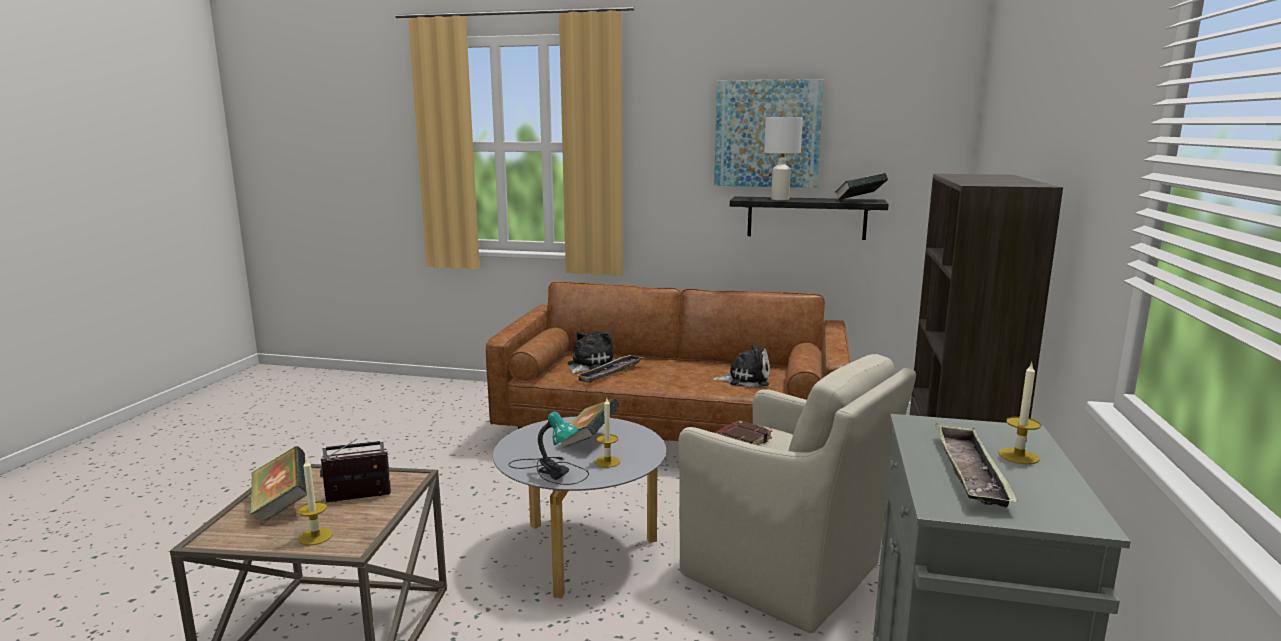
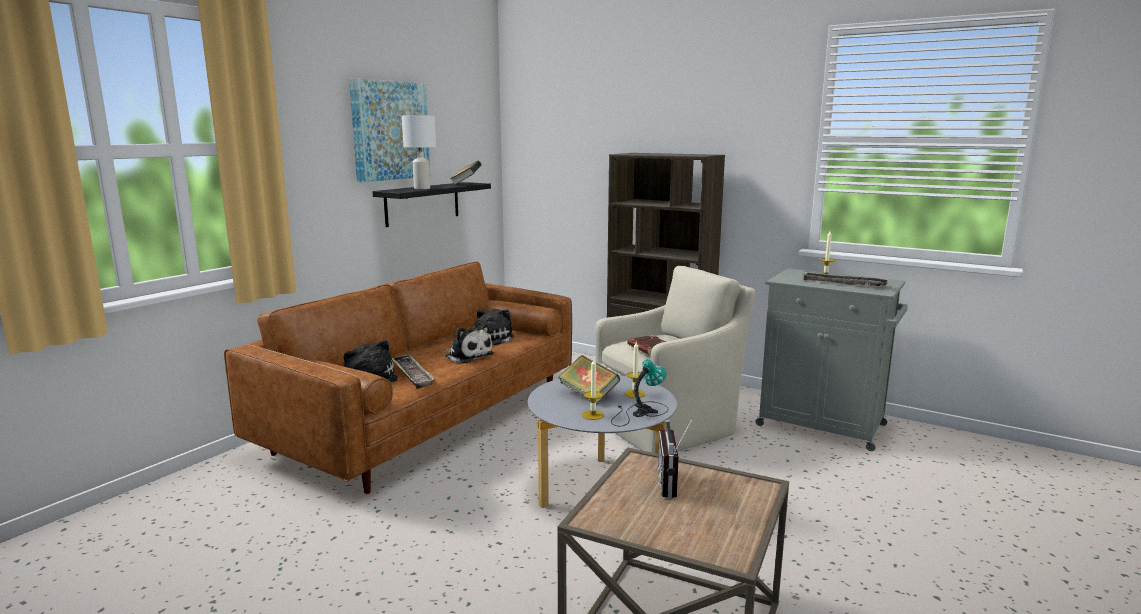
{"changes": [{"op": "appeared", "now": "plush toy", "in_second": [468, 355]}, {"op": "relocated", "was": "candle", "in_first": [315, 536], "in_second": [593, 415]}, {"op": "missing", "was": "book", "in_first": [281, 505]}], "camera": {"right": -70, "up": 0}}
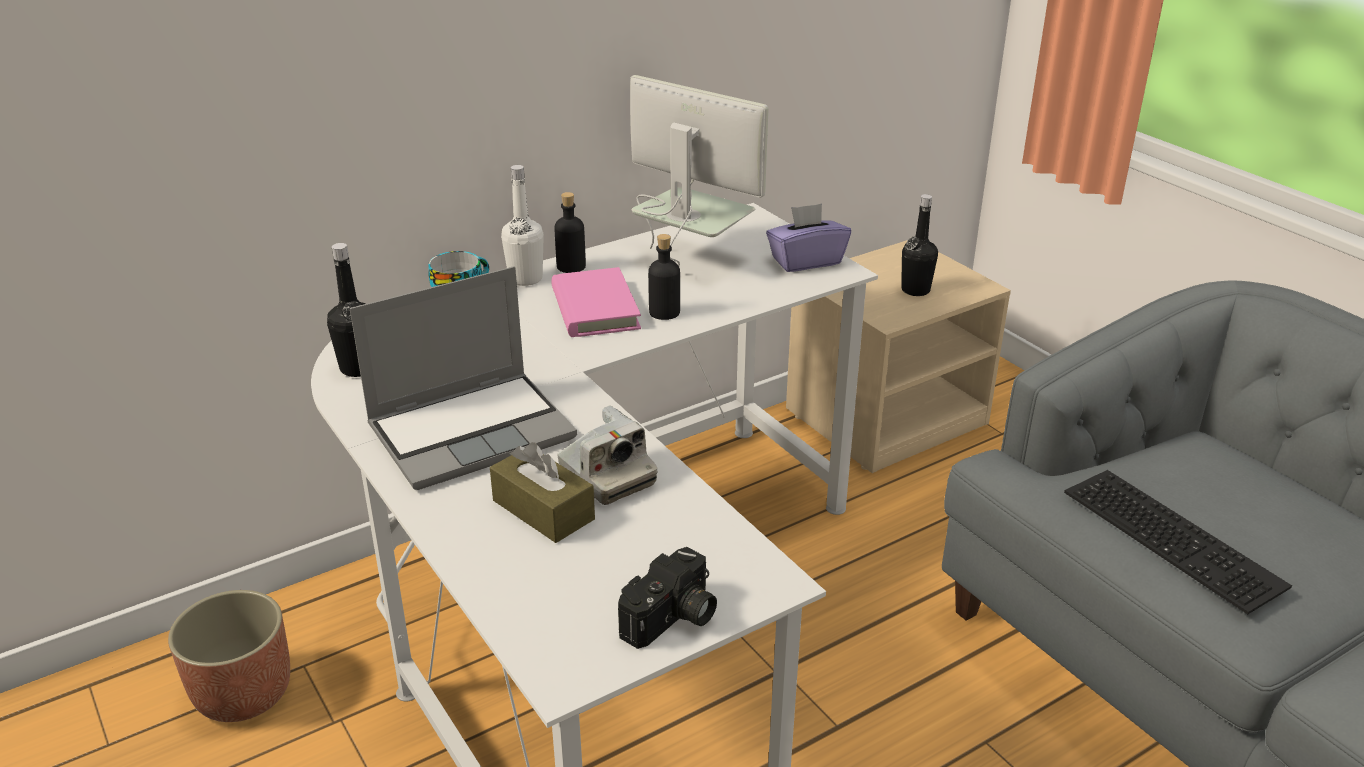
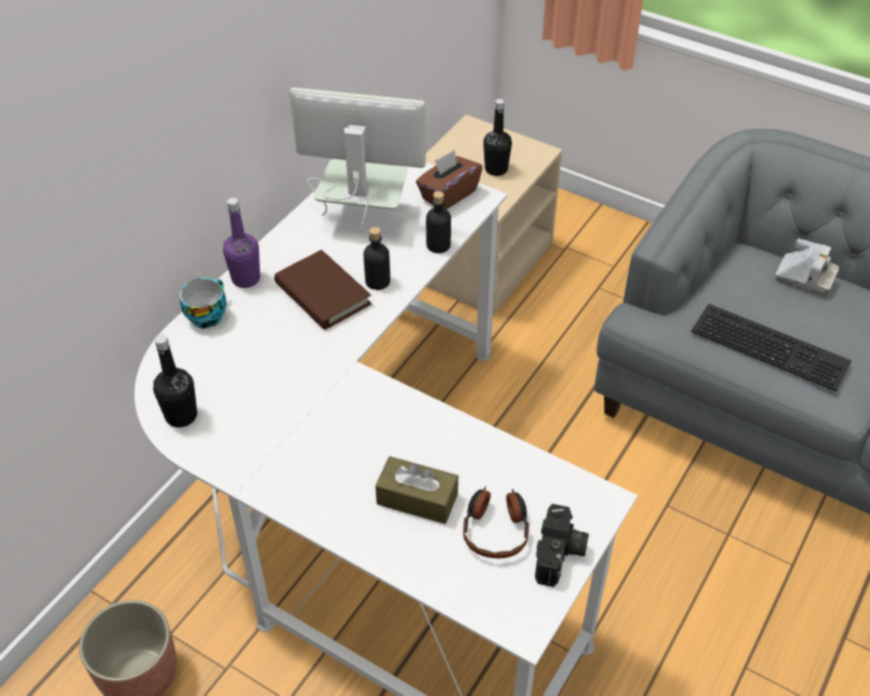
{"changes": [{"op": "colour", "was": "bottle/white", "now": "bottle/purple", "in_first": [525, 279], "in_second": [246, 279]}, {"op": "colour", "was": "book/pink", "now": "book/brown", "in_first": [595, 308], "in_second": [322, 294]}, {"op": "colour", "was": "tissue box/purple", "now": "tissue box/brown", "in_first": [806, 261], "in_second": [448, 195]}, {"op": "relocated", "was": "bottle/black", "in_first": [571, 266], "in_second": [438, 245]}, {"op": "appeared", "now": "headphones", "in_second": [496, 528]}, {"op": "relocated", "was": "photo camera", "in_first": [606, 475], "in_second": [804, 278]}, {"op": "missing", "was": "laptop", "in_first": [473, 431]}], "camera": {"right": -25, "up": 15}}
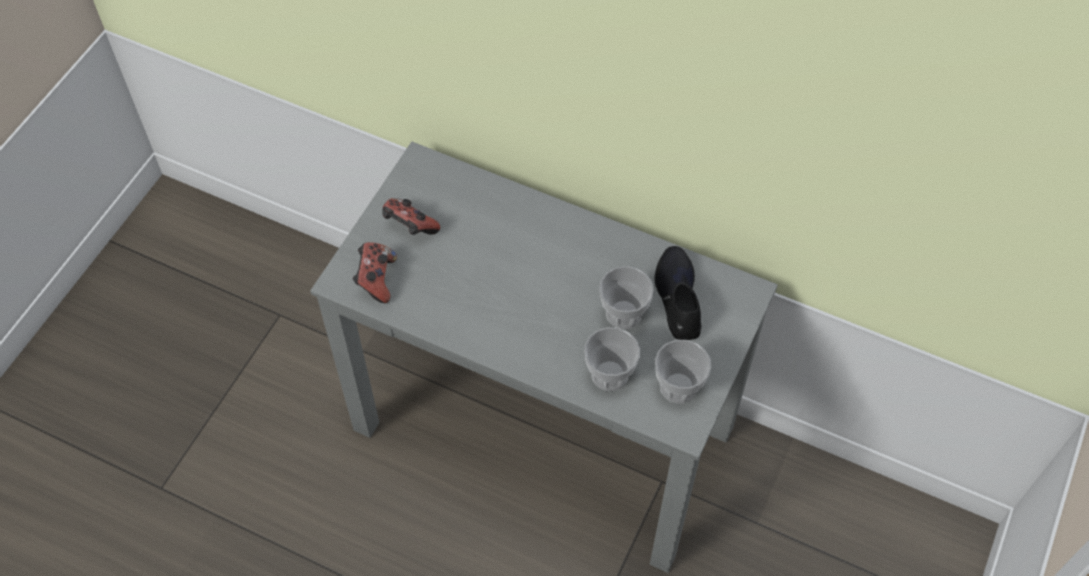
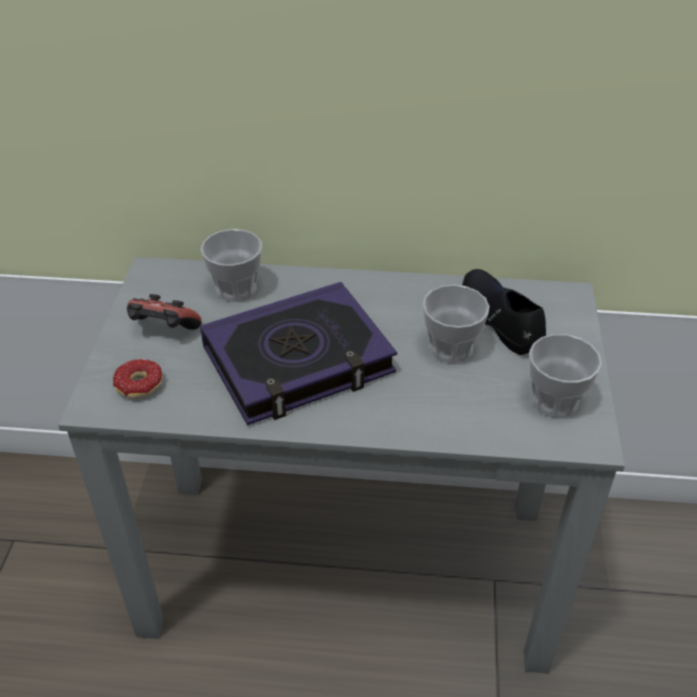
{"changes": [{"op": "exchanged", "was": "game controller", "now": "donut", "in_first": [376, 280], "in_second": [142, 391]}, {"op": "relocated", "was": "cup", "in_first": [609, 374], "in_second": [236, 289]}, {"op": "appeared", "now": "book", "in_second": [298, 361]}], "camera": {"right": -20, "up": -15}}
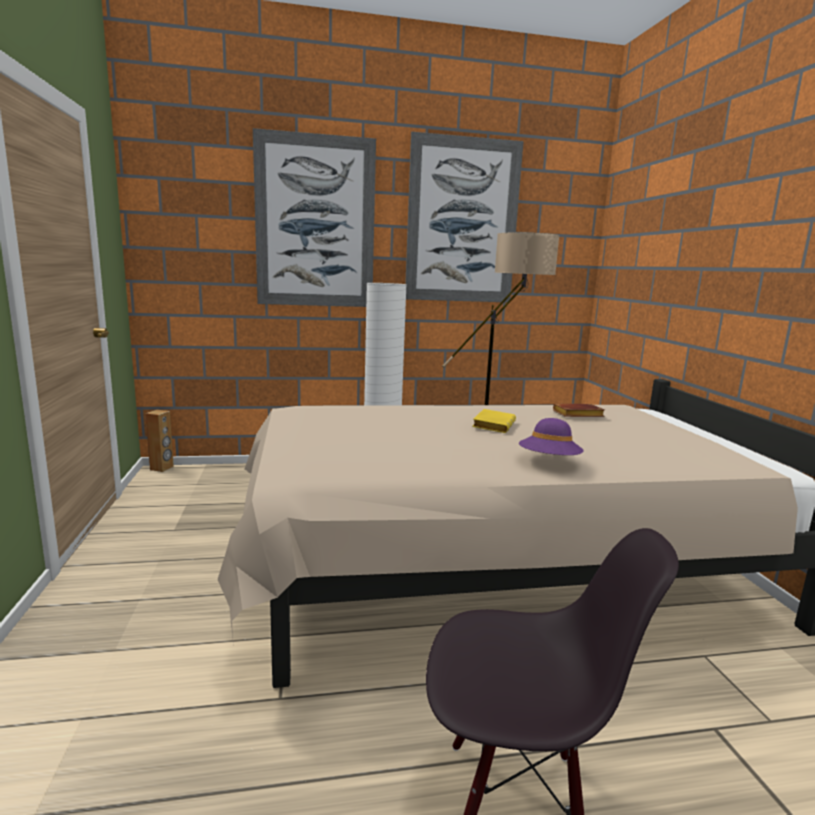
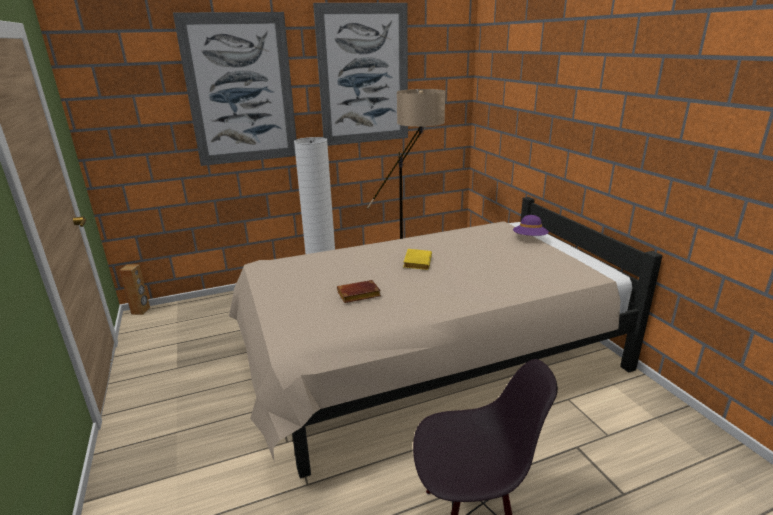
{"changes": [{"op": "relocated", "was": "book/brown", "in_first": [577, 415], "in_second": [358, 296]}, {"op": "relocated", "was": "hat/purple", "in_first": [549, 462], "in_second": [529, 238]}], "camera": {"right": -10, "up": 10}}
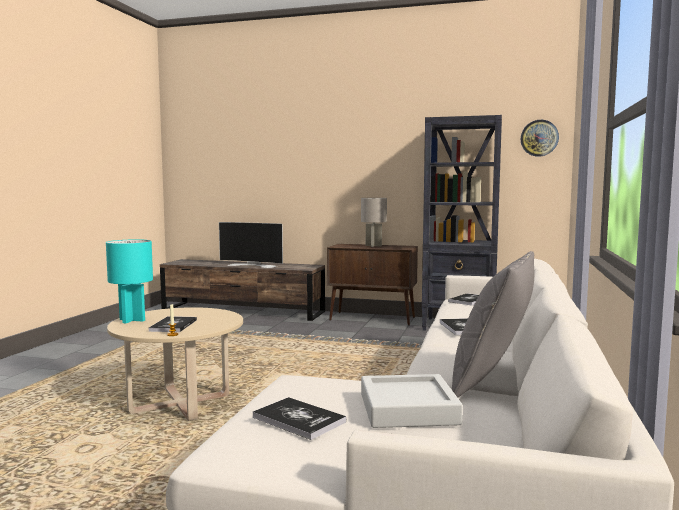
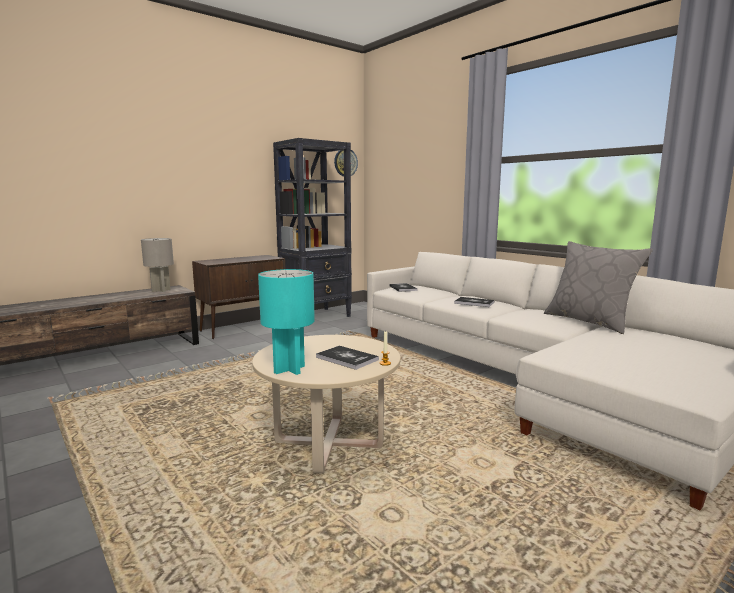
{"changes": [{"op": "relocated", "was": "table lamp/grey", "in_first": [373, 246], "in_second": [161, 290]}, {"op": "missing", "was": "television", "in_first": [253, 265]}, {"op": "missing", "was": "book", "in_first": [299, 419]}, {"op": "missing", "was": "tray/grey", "in_first": [408, 409]}], "camera": {"right": -55, "up": 5}}
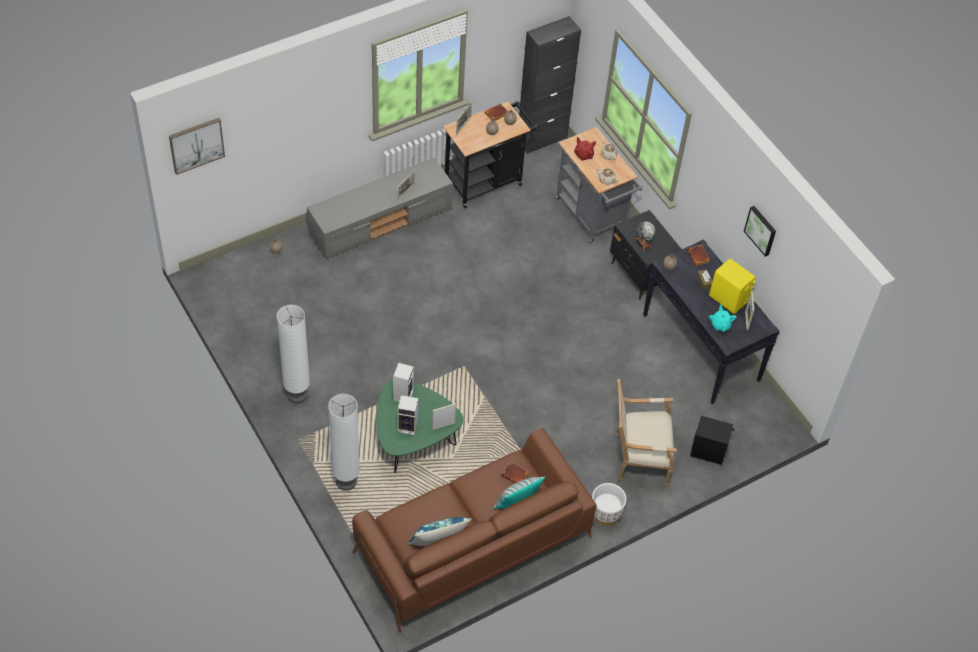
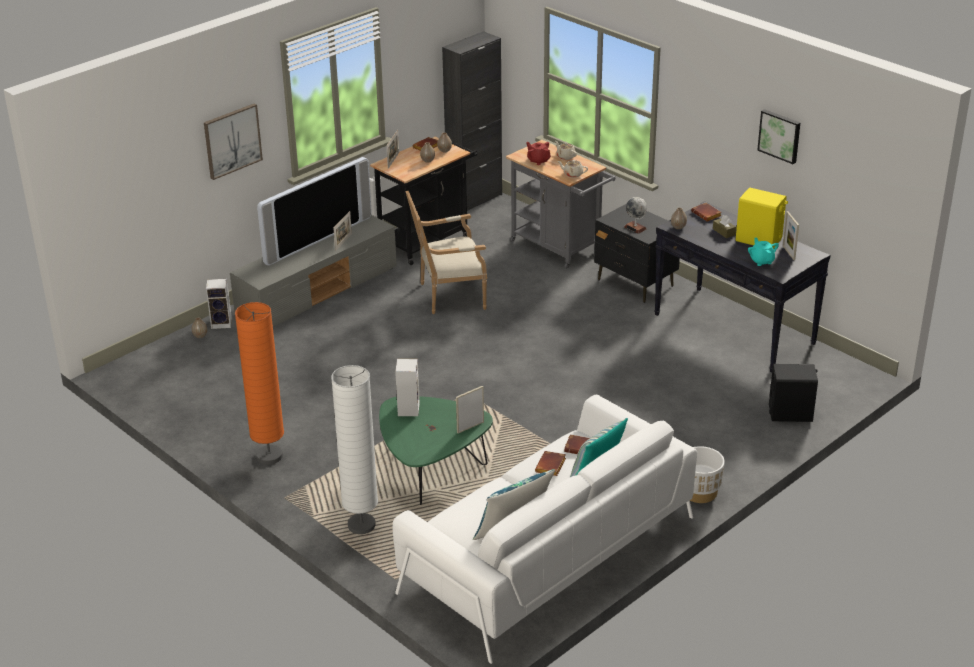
{"changes": [{"op": "relocated", "was": "picture", "in_first": [196, 145], "in_second": [232, 140]}, {"op": "relocated", "was": "speaker", "in_first": [408, 426], "in_second": [222, 323]}, {"op": "colour", "was": "floor lamp/white", "now": "floor lamp/orange", "in_first": [297, 395], "in_second": [269, 456]}, {"op": "appeared", "now": "television", "in_second": [316, 239]}, {"op": "colour", "was": "sofa/brown", "now": "sofa/white", "in_first": [472, 544], "in_second": [548, 554]}, {"op": "relocated", "was": "armchair", "in_first": [637, 458], "in_second": [448, 296]}, {"op": "appeared", "now": "book/brown", "in_second": [551, 467]}], "camera": {"right": -10, "up": -20}}
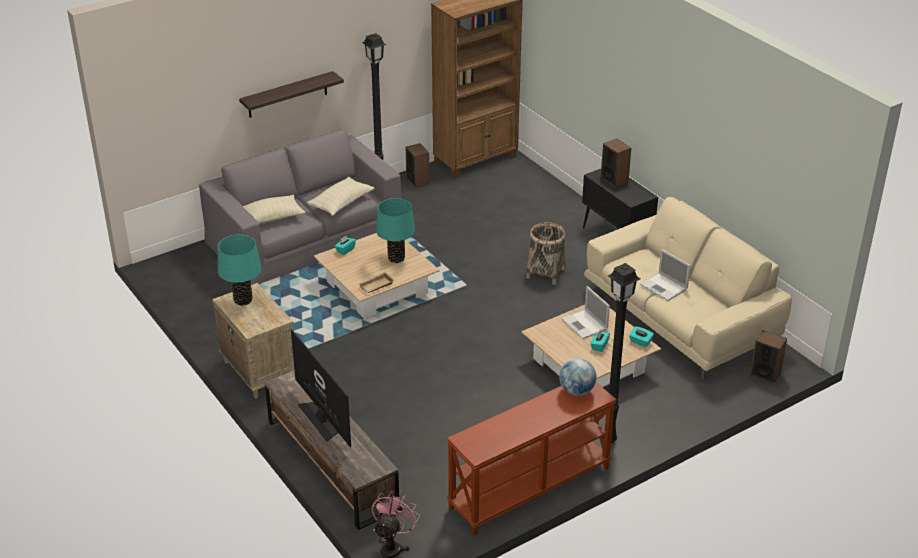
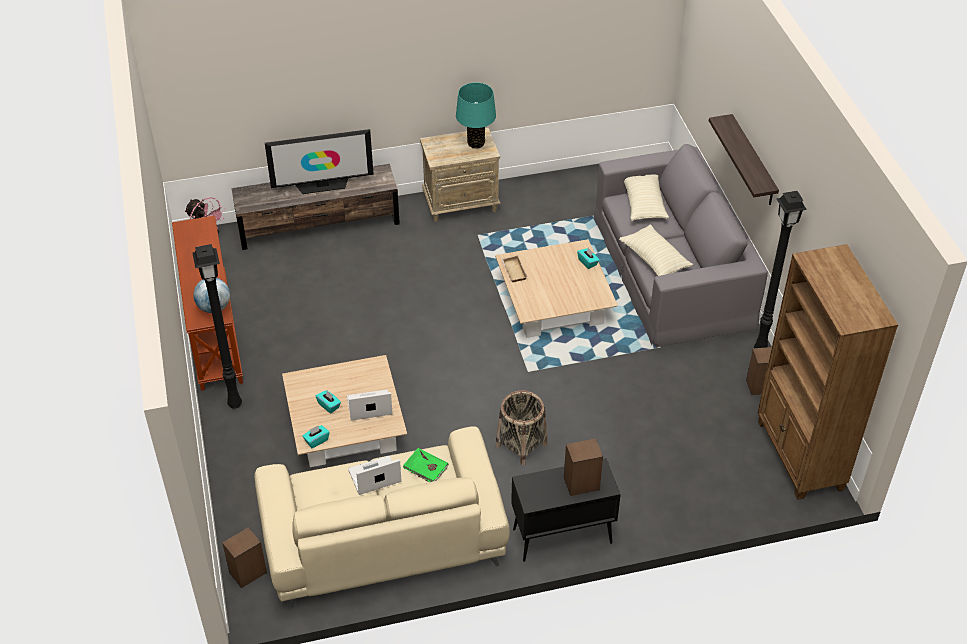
{"changes": [{"op": "appeared", "now": "book/green", "in_second": [425, 467]}, {"op": "missing", "was": "table lamp/turquoise", "in_first": [396, 258]}], "camera": {"right": 110, "up": 10}}
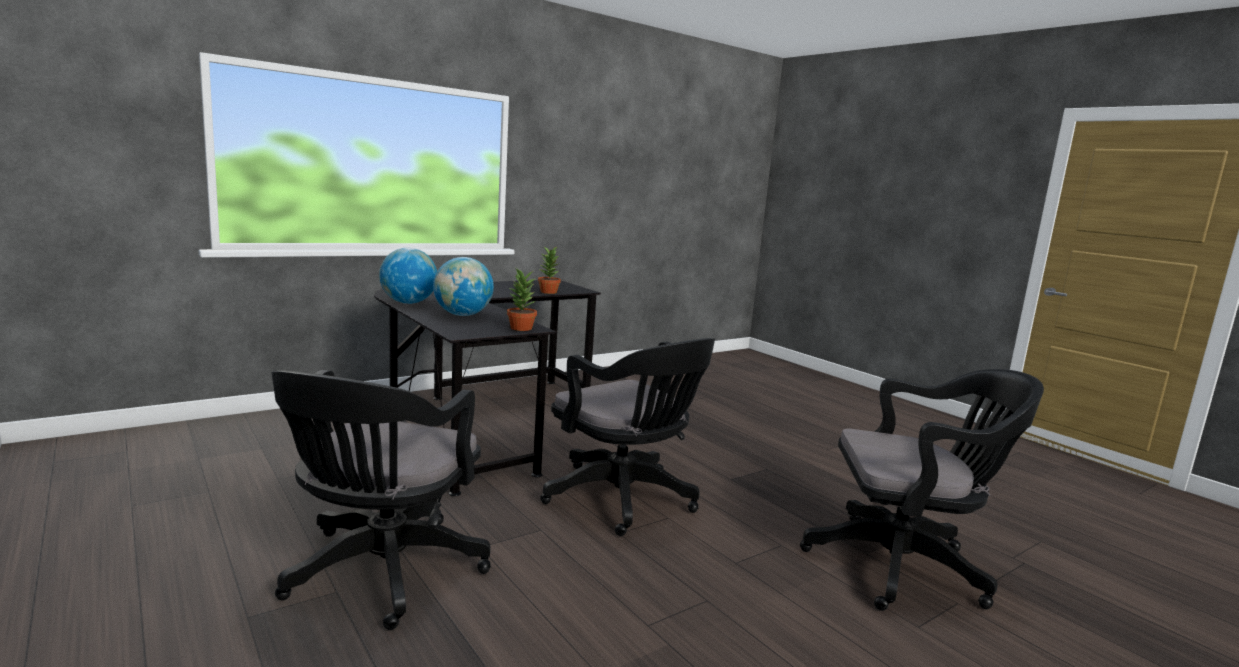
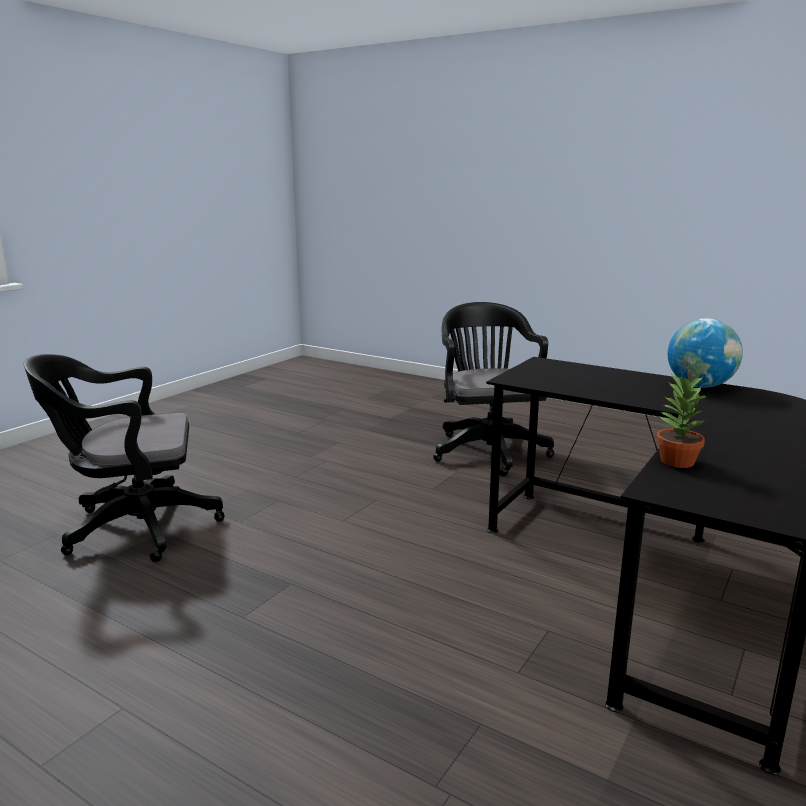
{"changes": [{"op": "missing", "was": "globe", "in_first": [462, 315]}, {"op": "missing", "was": "potted plant", "in_first": [520, 328]}, {"op": "missing", "was": "office chair/black", "in_first": [624, 500]}], "camera": {"right": 160, "up": 5}}
